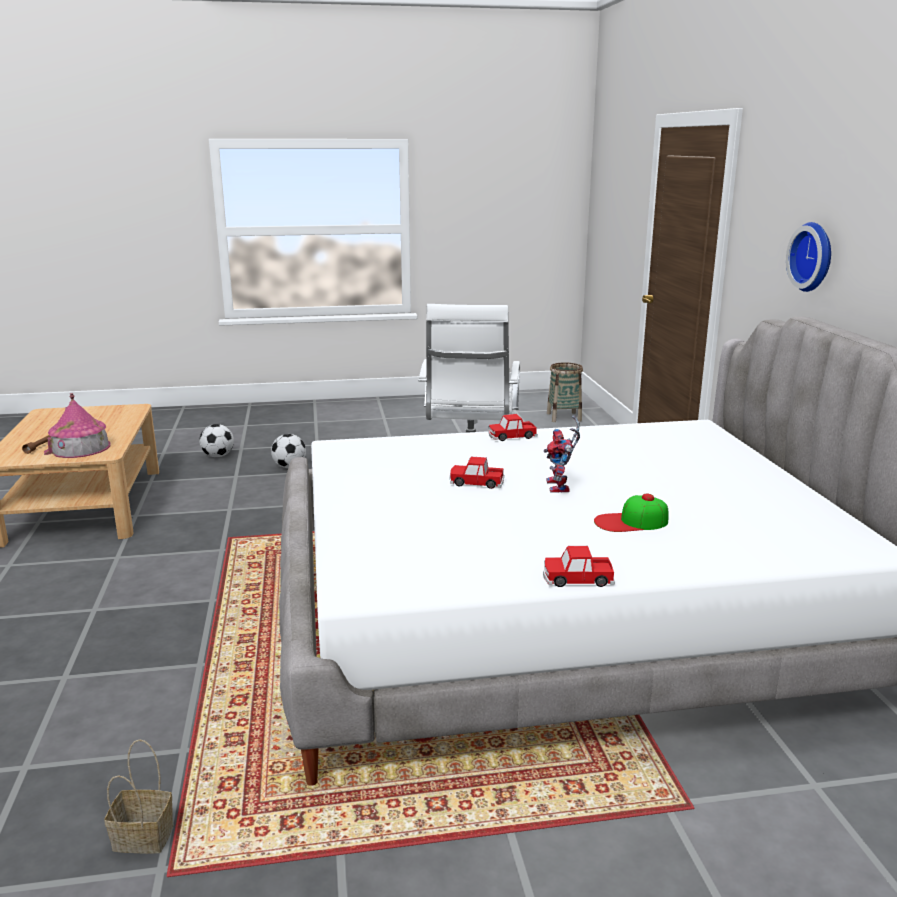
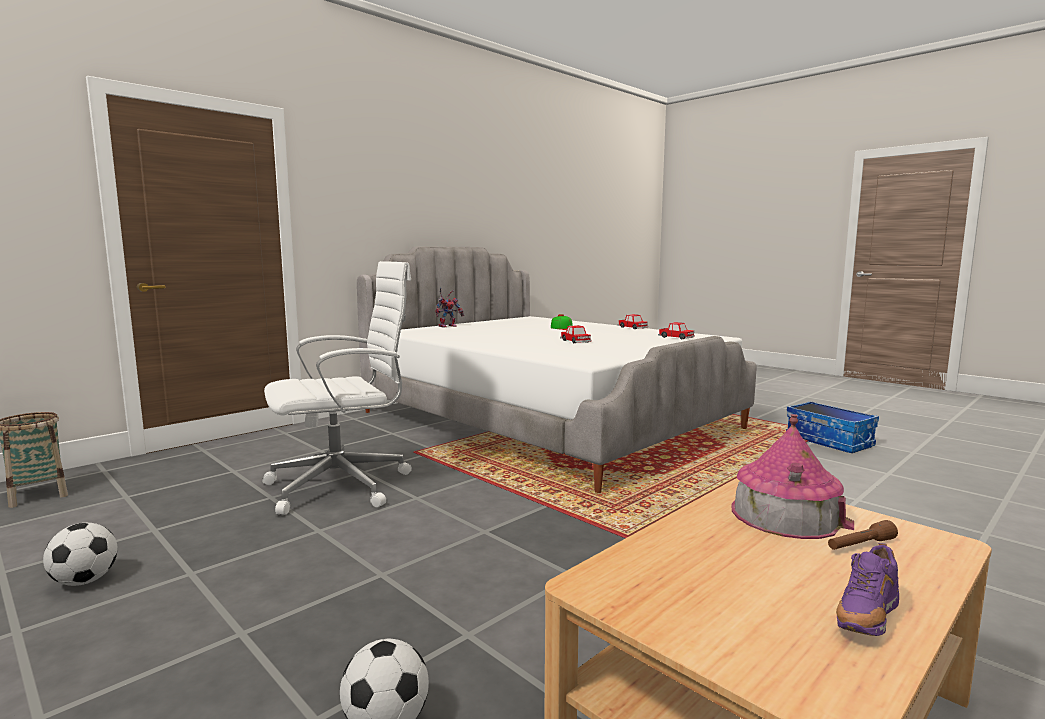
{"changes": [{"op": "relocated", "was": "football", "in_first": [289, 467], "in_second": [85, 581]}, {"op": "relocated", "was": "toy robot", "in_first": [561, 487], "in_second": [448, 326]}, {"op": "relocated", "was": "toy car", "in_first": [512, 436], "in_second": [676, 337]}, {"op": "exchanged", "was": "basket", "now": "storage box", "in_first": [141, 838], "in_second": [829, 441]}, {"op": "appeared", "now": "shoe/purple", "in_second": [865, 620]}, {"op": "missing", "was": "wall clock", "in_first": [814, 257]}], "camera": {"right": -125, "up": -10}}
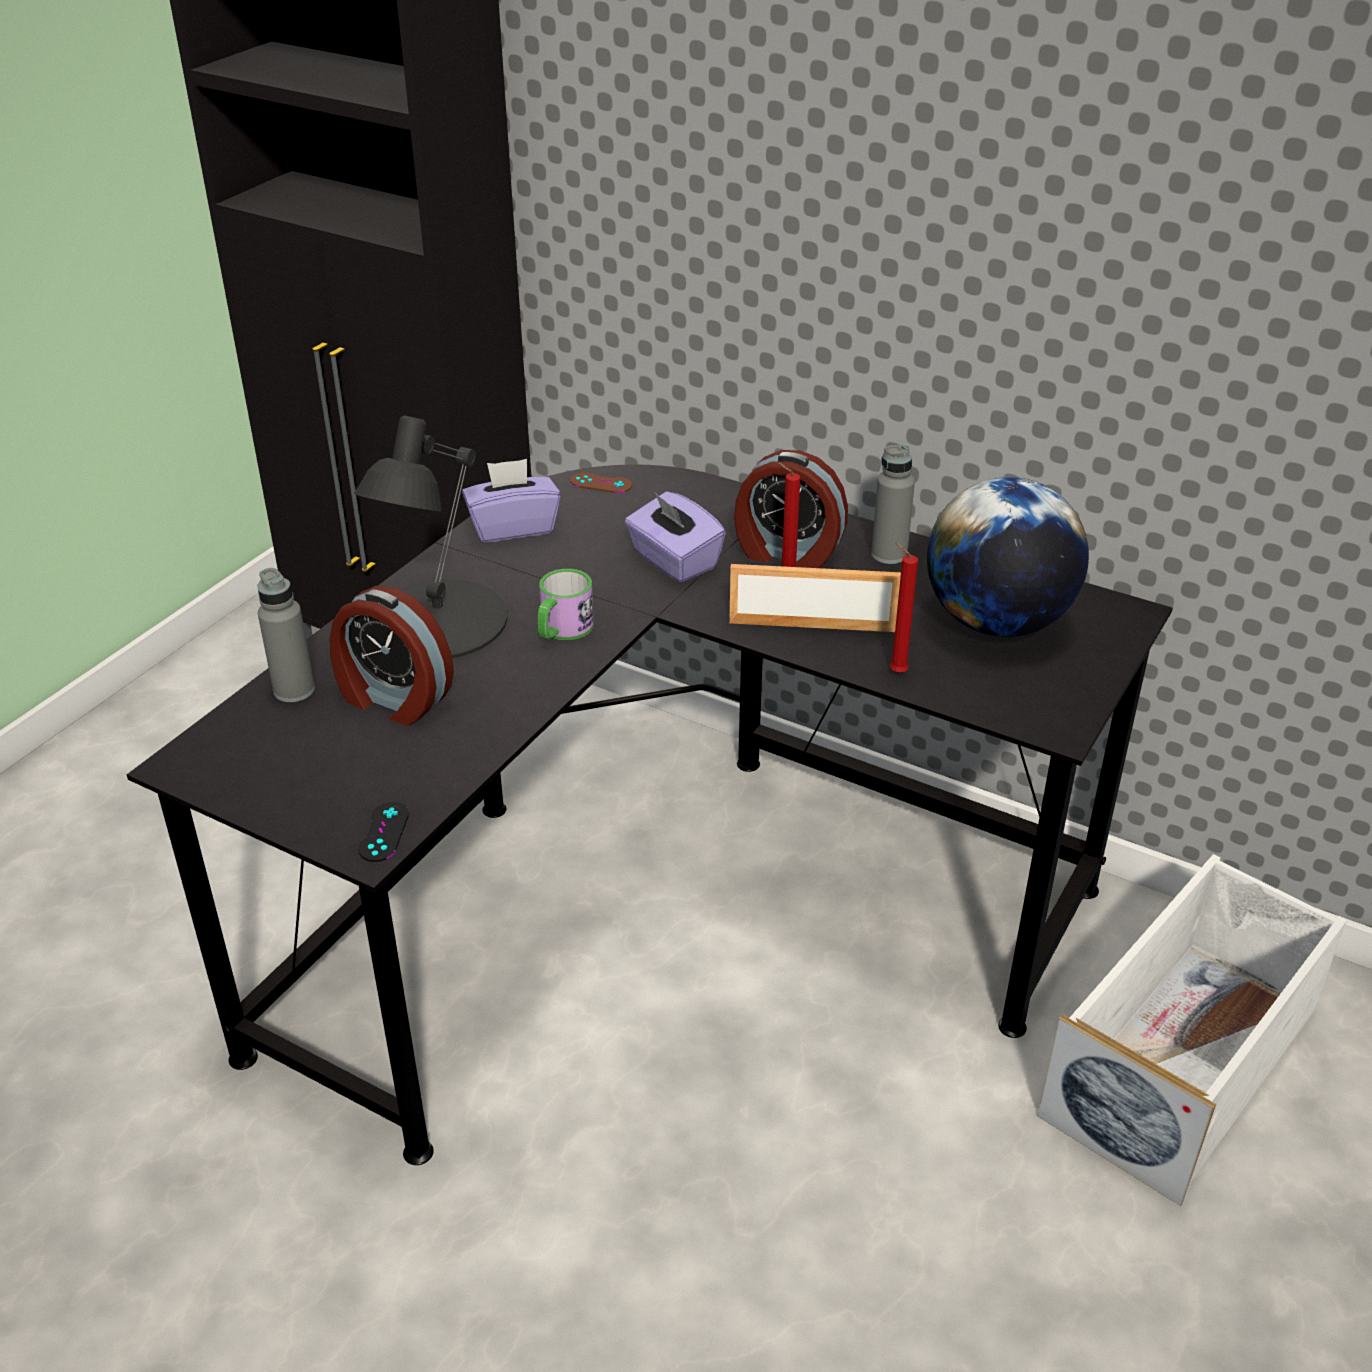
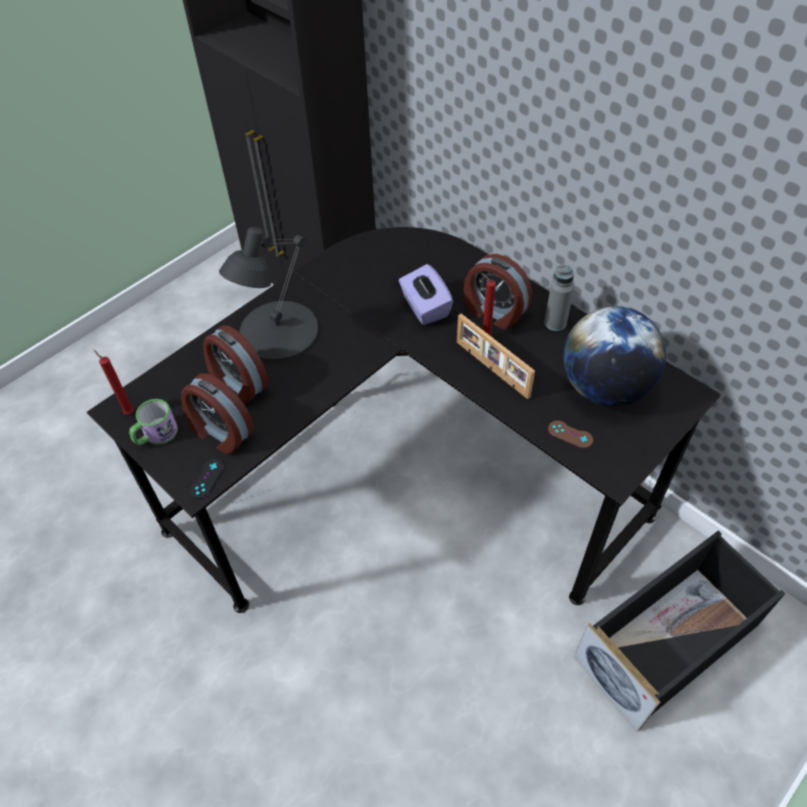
{"changes": [{"op": "relocated", "was": "candle/red", "in_first": [895, 672], "in_second": [128, 411]}, {"op": "relocated", "was": "mug", "in_first": [562, 630], "in_second": [156, 435]}, {"op": "appeared", "now": "alarm clock", "in_second": [220, 432]}, {"op": "spun", "was": "picture frame", "in_first": [812, 624], "in_second": [491, 369], "clockwise": -150}, {"op": "relocated", "was": "game controller/brown", "in_first": [601, 483], "in_second": [570, 434]}, {"op": "colour", "was": "storage box/white", "now": "storage box/black", "in_first": [1182, 1062], "in_second": [668, 641]}, {"op": "missing", "was": "bottle/grey", "in_first": [294, 690]}, {"op": "missing", "was": "tissue box/purple", "in_first": [513, 527]}], "camera": {"right": 15, "up": 15}}
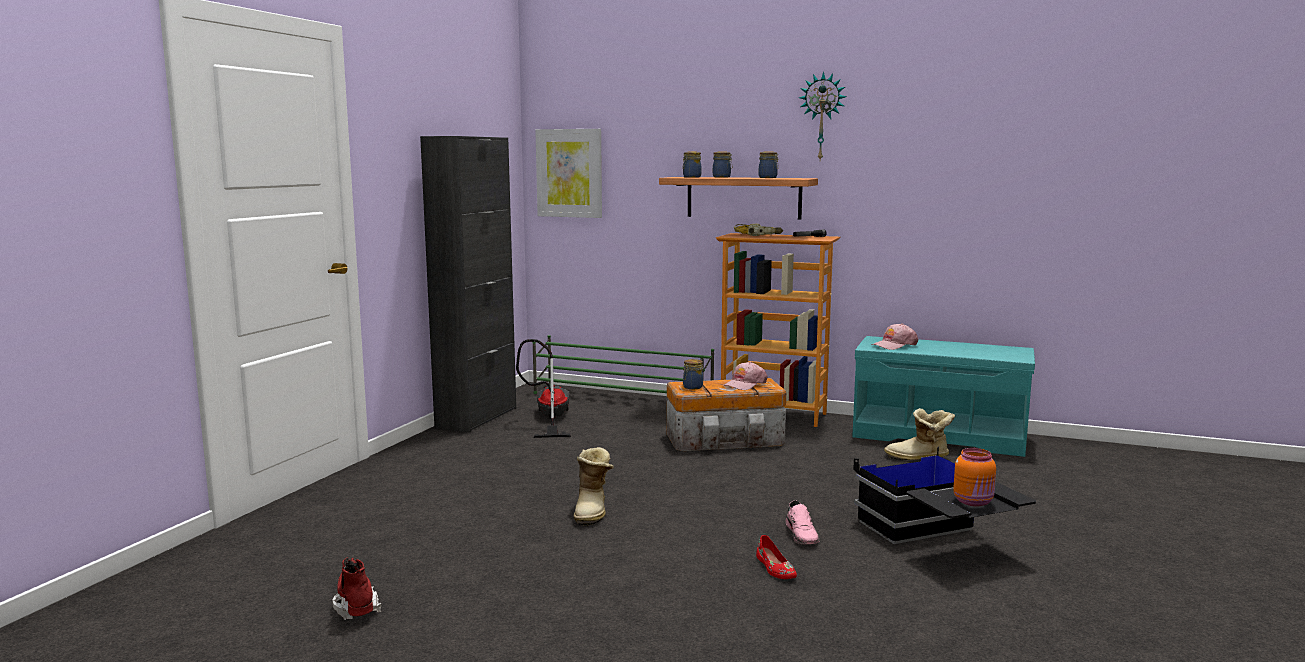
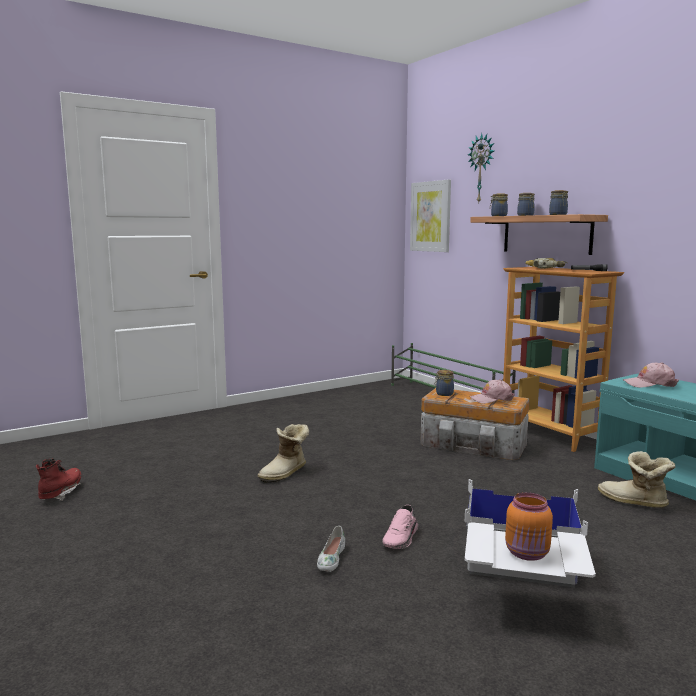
{"changes": [{"op": "colour", "was": "shoe/red", "now": "shoe/white", "in_first": [775, 569], "in_second": [331, 558]}, {"op": "colour", "was": "storage box/black", "now": "storage box/white", "in_first": [938, 540], "in_second": [520, 585]}, {"op": "relocated", "was": "wall clock", "in_first": [822, 117], "in_second": [482, 168]}, {"op": "missing", "was": "cabinet/black", "in_first": [476, 418]}, {"op": "missing", "was": "vacuum cleaner", "in_first": [549, 419]}], "camera": {"right": 35, "up": 0}}
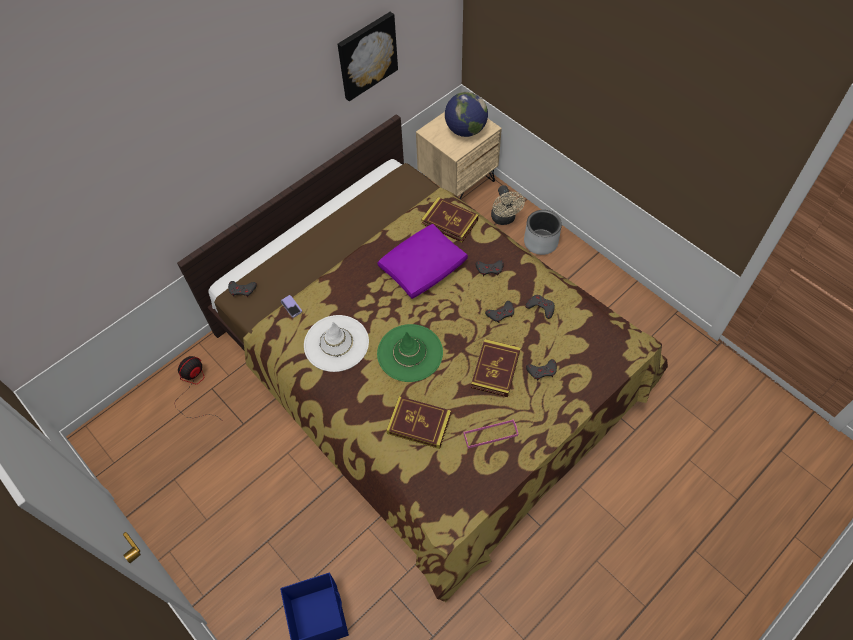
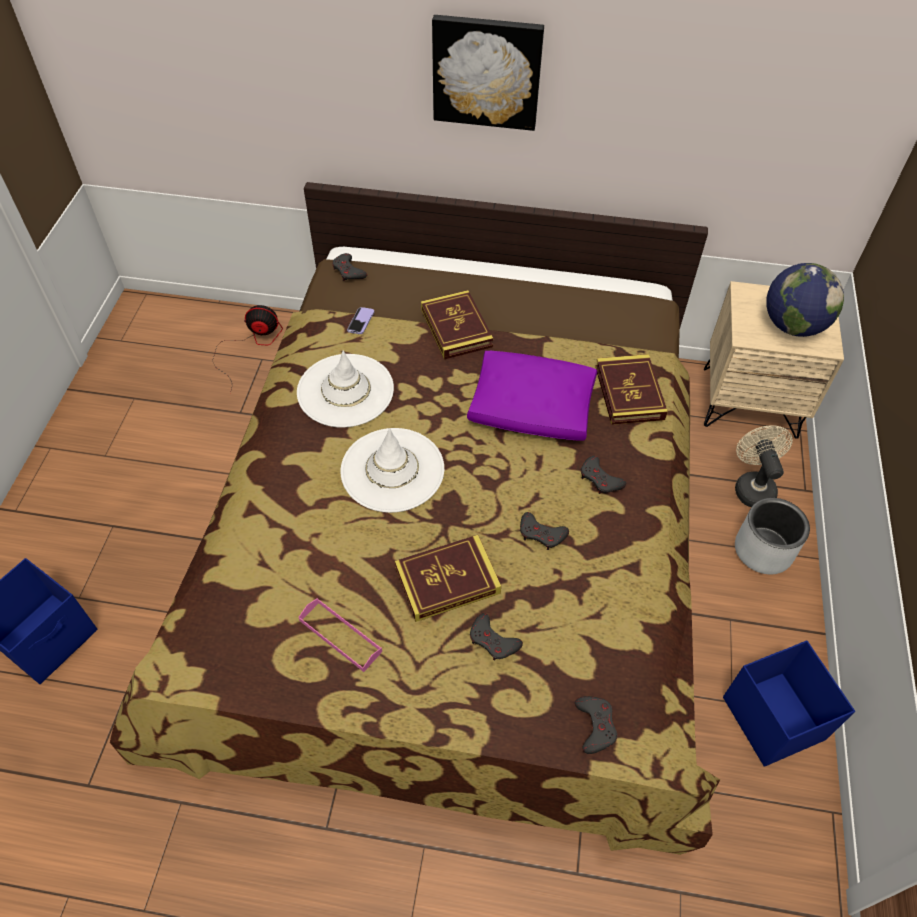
{"changes": [{"op": "colour", "was": "hat/green", "now": "hat/white", "in_first": [410, 353], "in_second": [392, 470]}, {"op": "relocated", "was": "book", "in_first": [419, 424], "in_second": [456, 328]}, {"op": "relocated", "was": "picture", "in_first": [366, 55], "in_second": [487, 71]}, {"op": "relocated", "was": "game controller/grey", "in_first": [540, 307], "in_second": [595, 725]}, {"op": "appeared", "now": "storage box/blue", "in_second": [772, 717]}, {"op": "spun", "was": "fan/beige", "in_first": [504, 219], "in_second": [752, 486], "clockwise": 135}], "camera": {"right": 50, "up": -5}}
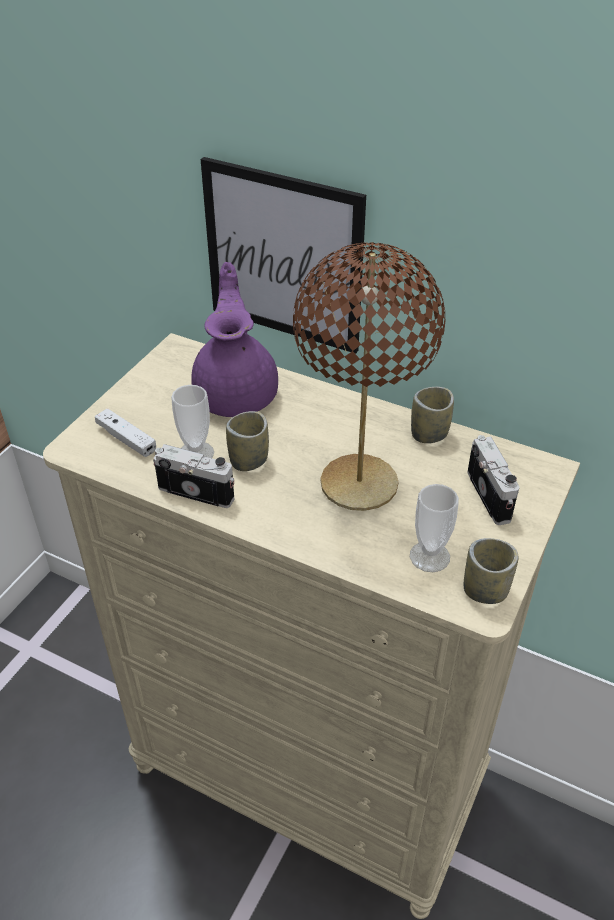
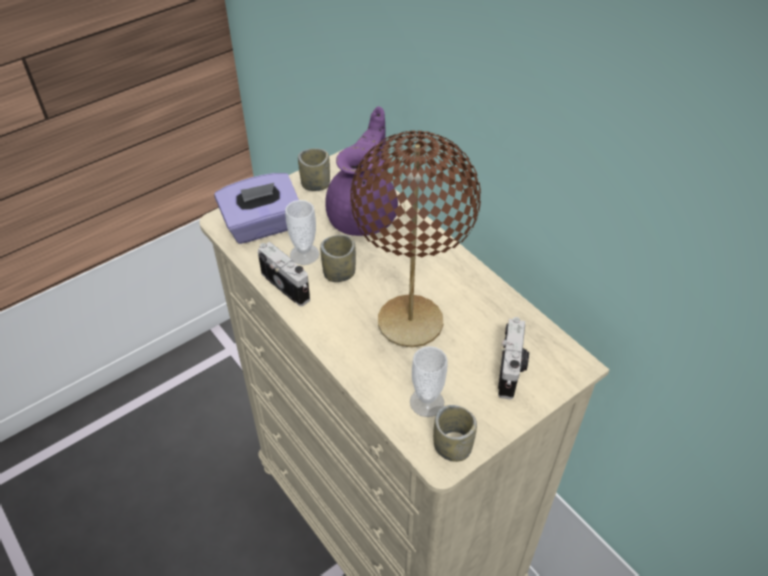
{"changes": [{"op": "exchanged", "was": "game controller/white", "now": "tissue box/purple", "in_first": [126, 439], "in_second": [262, 226]}, {"op": "relocated", "was": "cup", "in_first": [429, 434], "in_second": [315, 184]}, {"op": "missing", "was": "picture", "in_first": [283, 257]}], "camera": {"right": 25, "up": 5}}
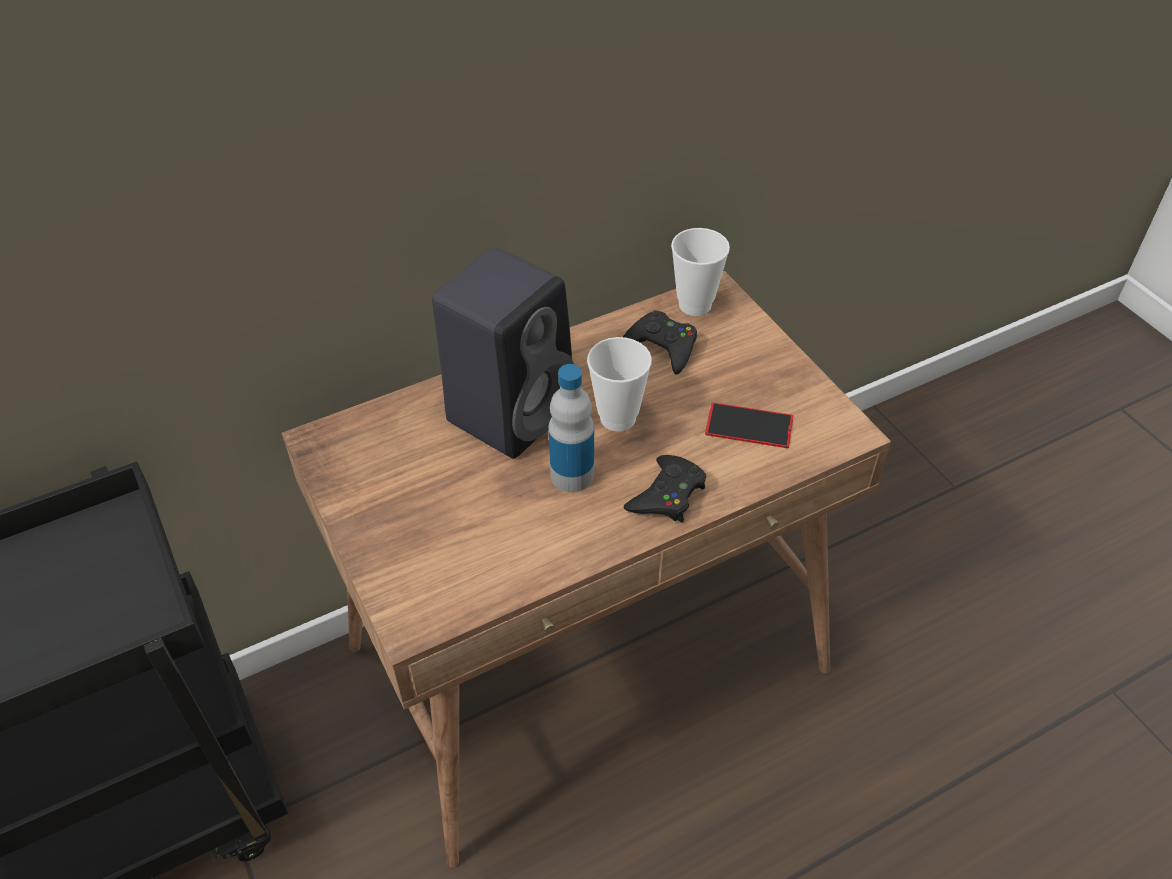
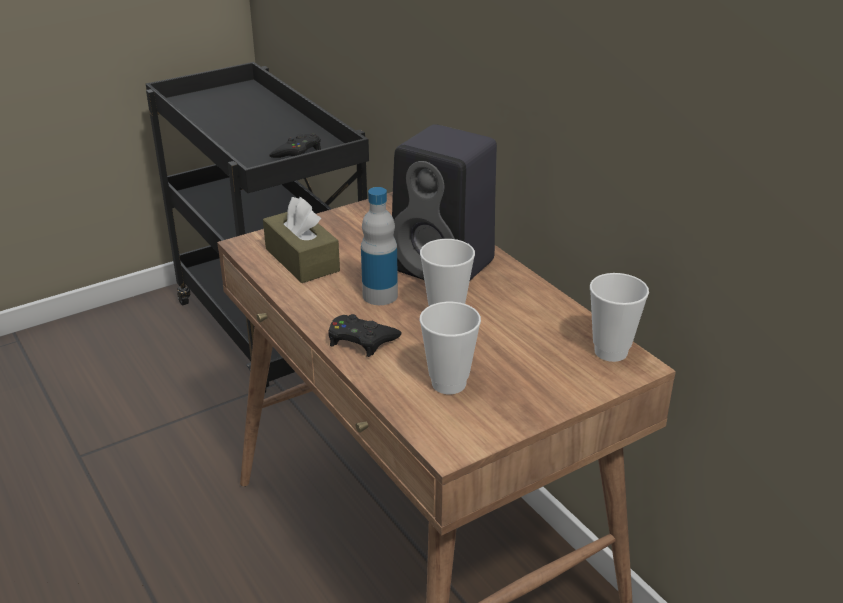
{"changes": [{"op": "appeared", "now": "tissue box/brown", "in_second": [302, 260]}, {"op": "relocated", "was": "game controller/black", "in_first": [662, 347], "in_second": [297, 152]}, {"op": "exchanged", "was": "phone", "now": "cup", "in_first": [749, 425], "in_second": [448, 383]}], "camera": {"right": 85, "up": -15}}
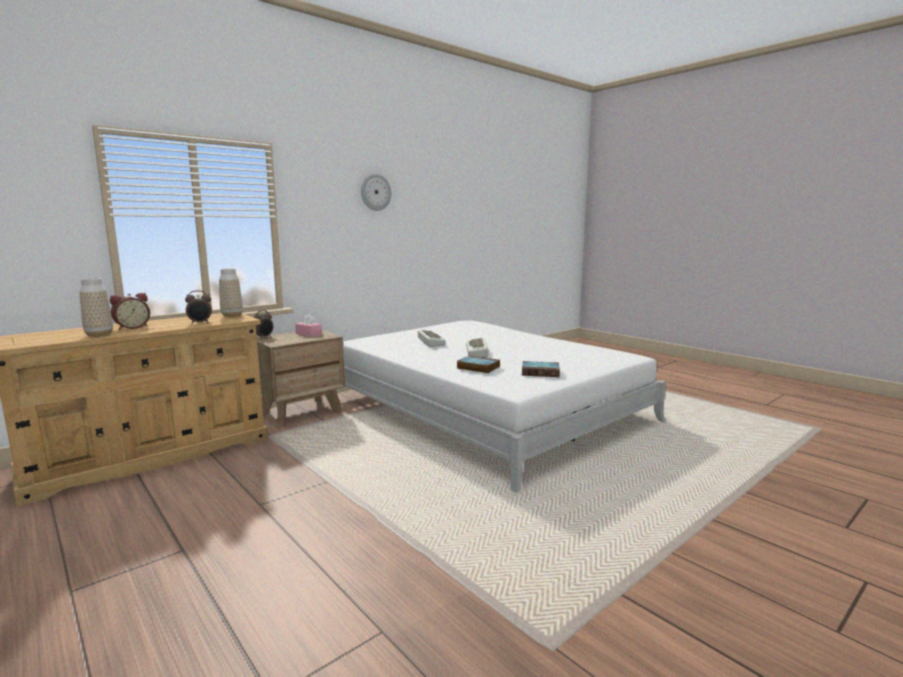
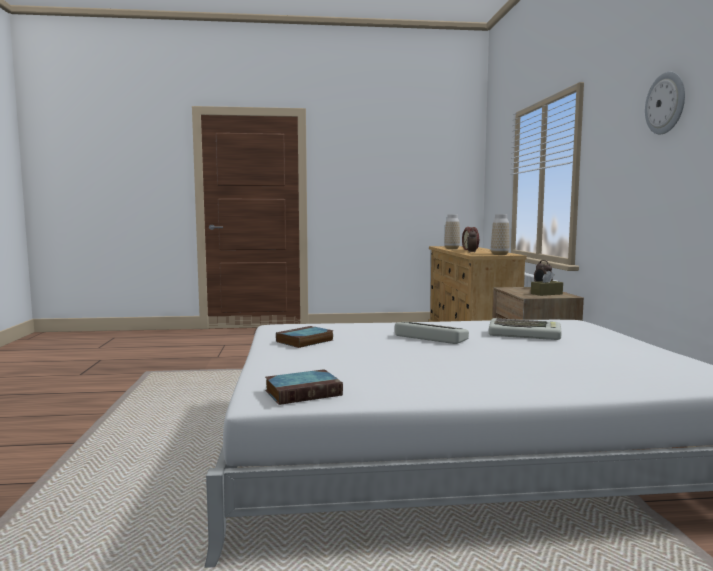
{"changes": [{"op": "relocated", "was": "book", "in_first": [477, 367], "in_second": [304, 392]}, {"op": "colour", "was": "tissue box/pink", "now": "tissue box/brown", "in_first": [308, 334], "in_second": [546, 294]}], "camera": {"right": 125, "up": -5}}
